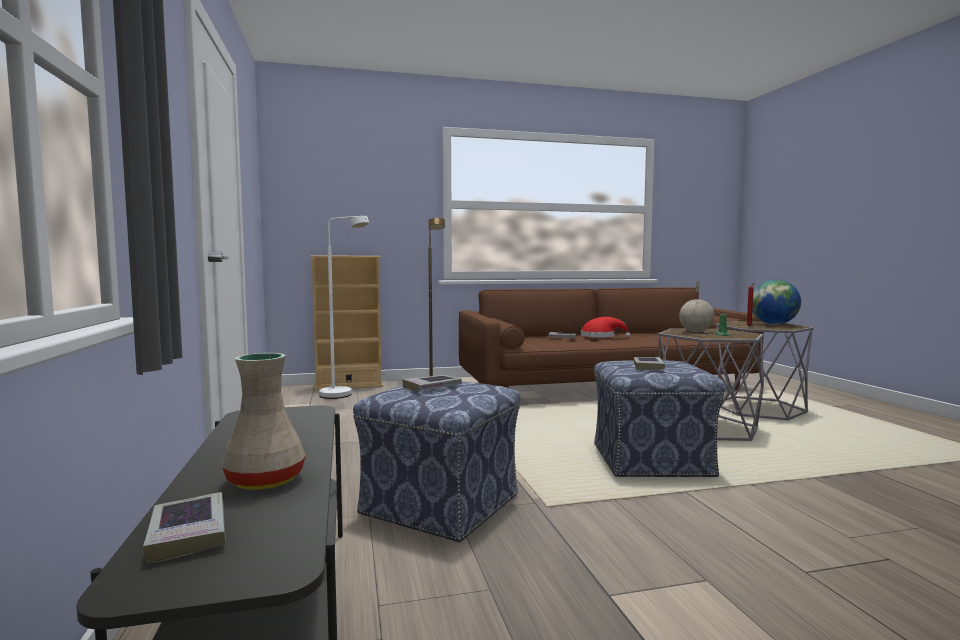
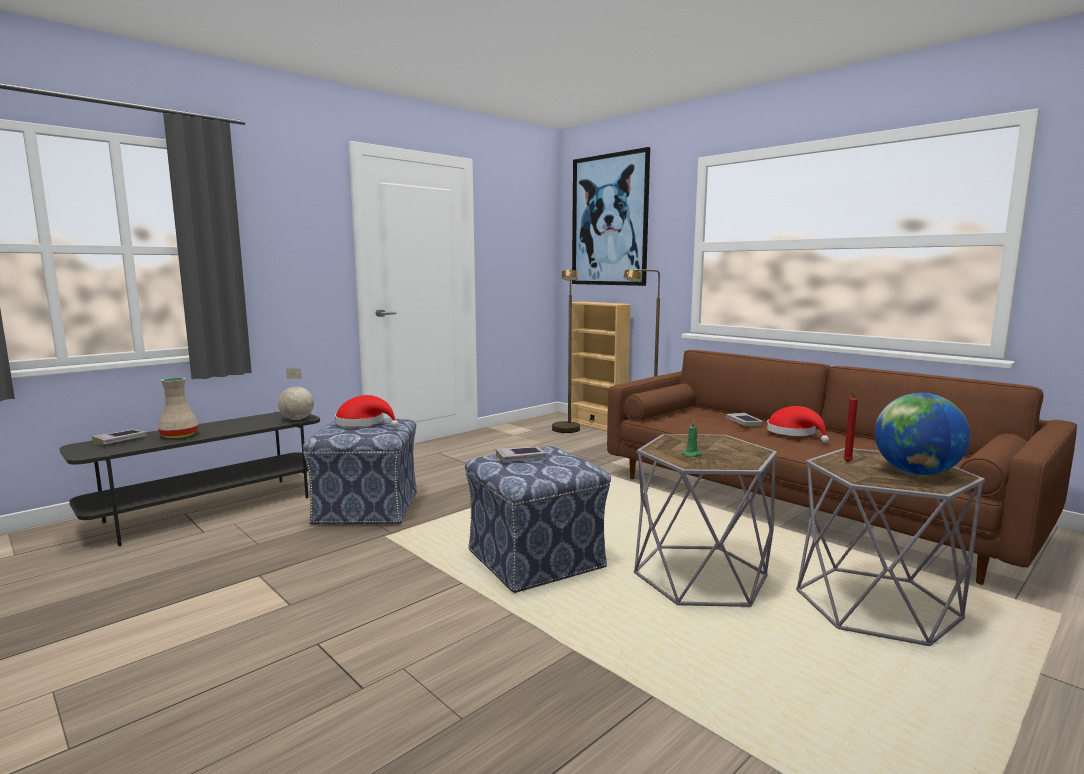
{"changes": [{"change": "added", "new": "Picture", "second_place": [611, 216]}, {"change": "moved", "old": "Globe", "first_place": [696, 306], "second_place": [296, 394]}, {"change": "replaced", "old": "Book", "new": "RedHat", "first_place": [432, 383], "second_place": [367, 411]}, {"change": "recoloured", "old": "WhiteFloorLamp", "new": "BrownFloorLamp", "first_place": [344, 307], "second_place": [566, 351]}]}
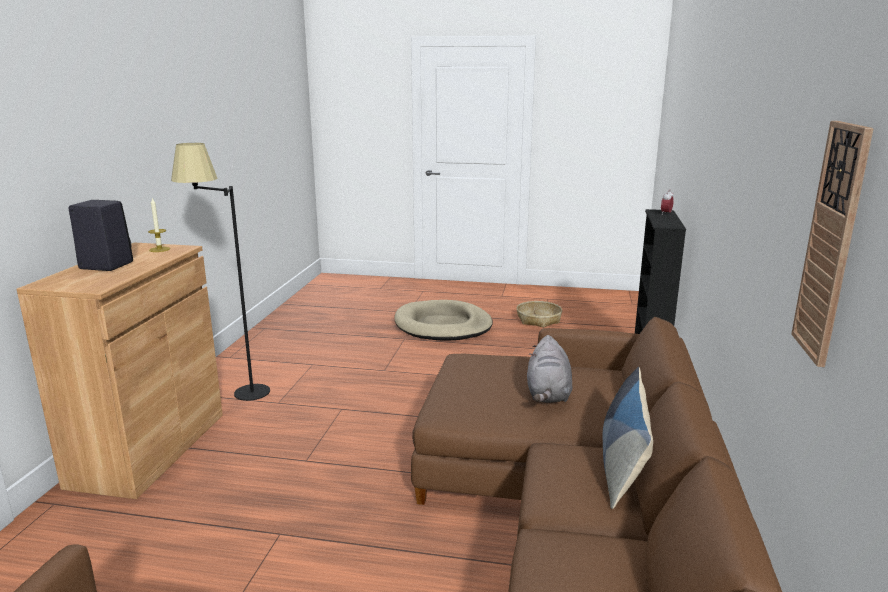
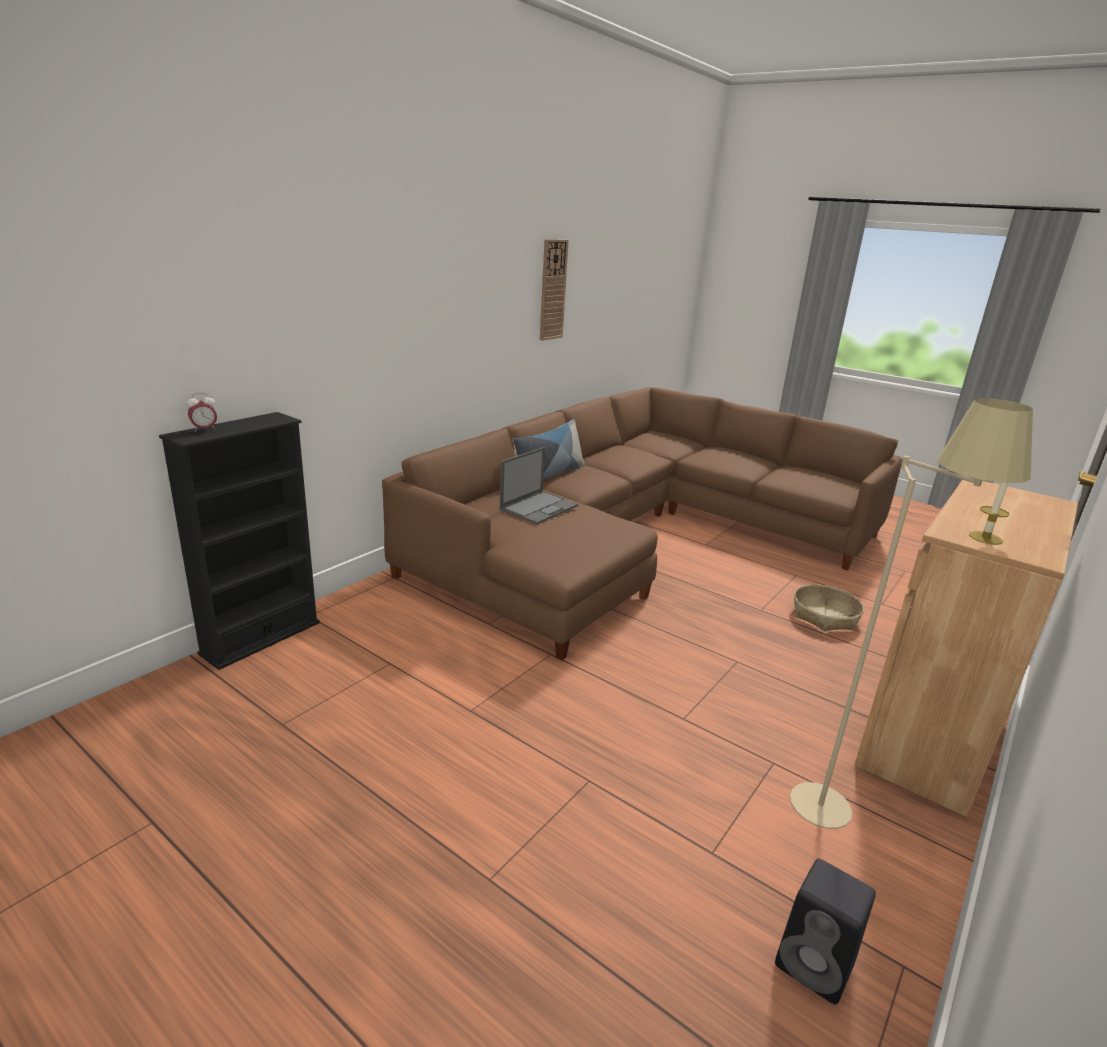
{"changes": [{"change": "removed", "old": "BeigeDogBed", "first_place": [444, 320]}, {"change": "moved", "old": "BlackSpeaker", "first_place": [101, 235], "second_place": [825, 932]}, {"change": "moved", "old": "Basket", "first_place": [539, 314], "second_place": [829, 608]}, {"change": "replaced", "old": "GreyPlushToy", "new": "Laptop", "first_place": [549, 369], "second_place": [539, 485]}, {"change": "recoloured", "old": "BlackFloorLamp", "new": "BeigeFloorLamp", "first_place": [220, 272], "second_place": [911, 613]}]}
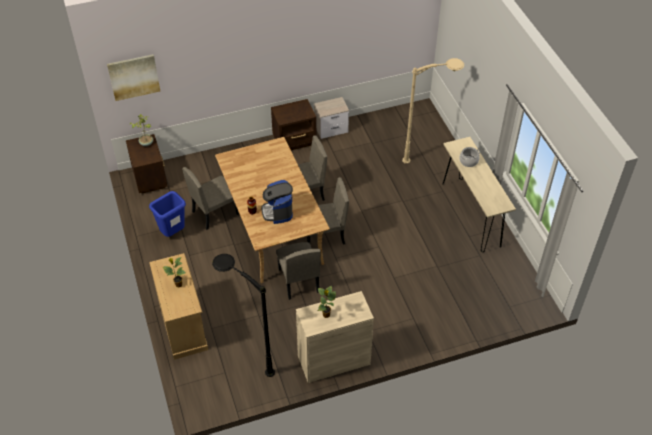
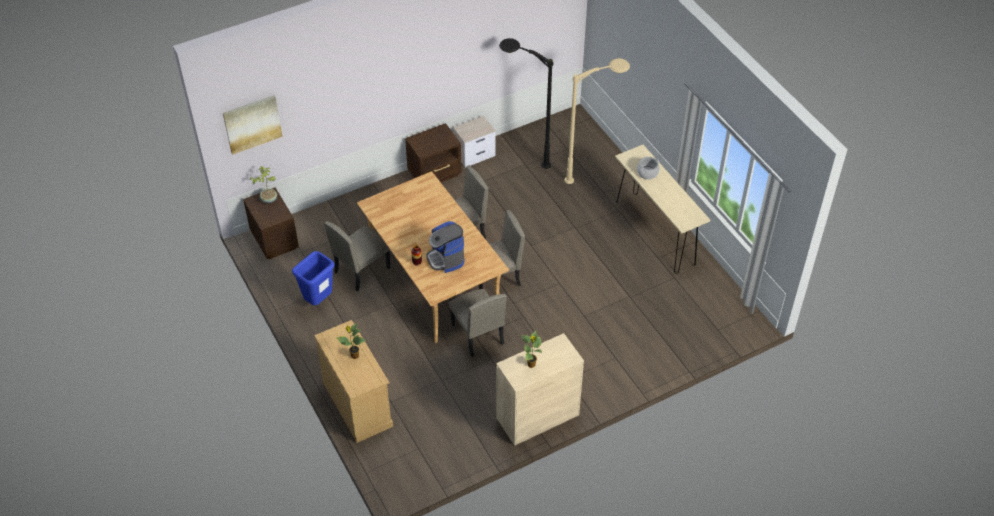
{"changes": [{"change": "moved", "old": "BlackFloorLamp", "first_place": [243, 315], "second_place": [526, 103]}]}
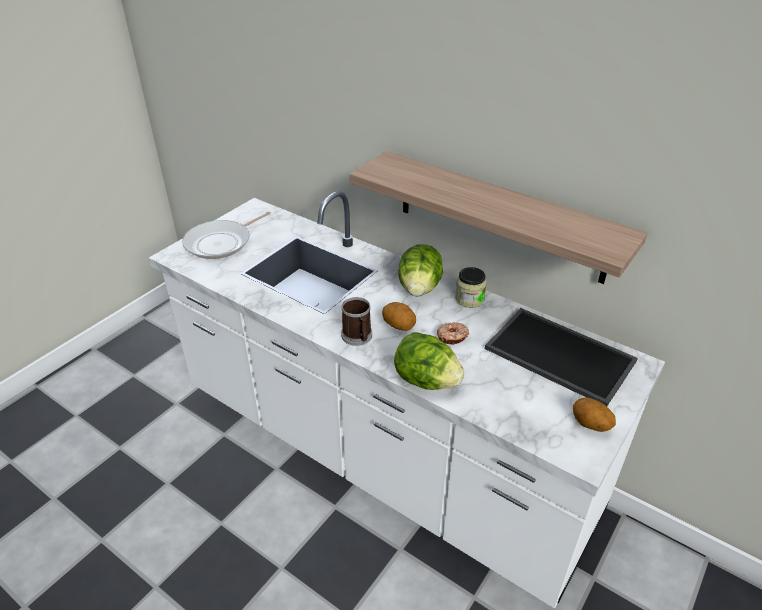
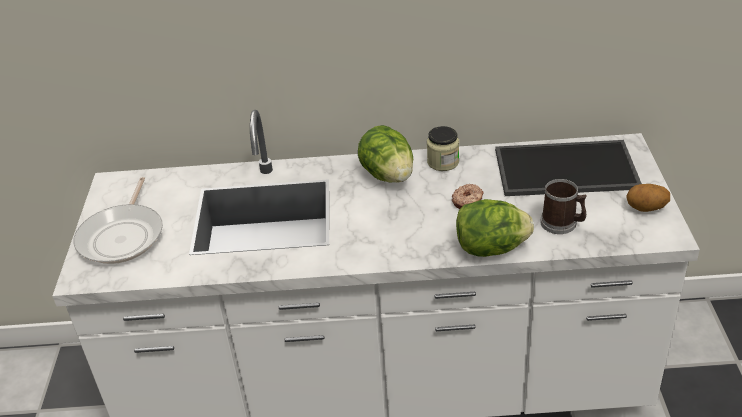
{"changes": [{"change": "removed", "old": "Shelf", "first_place": [499, 217]}, {"change": "removed", "old": "Potato", "first_place": [399, 316]}, {"change": "moved", "old": "Mug", "first_place": [356, 321], "second_place": [563, 206]}]}
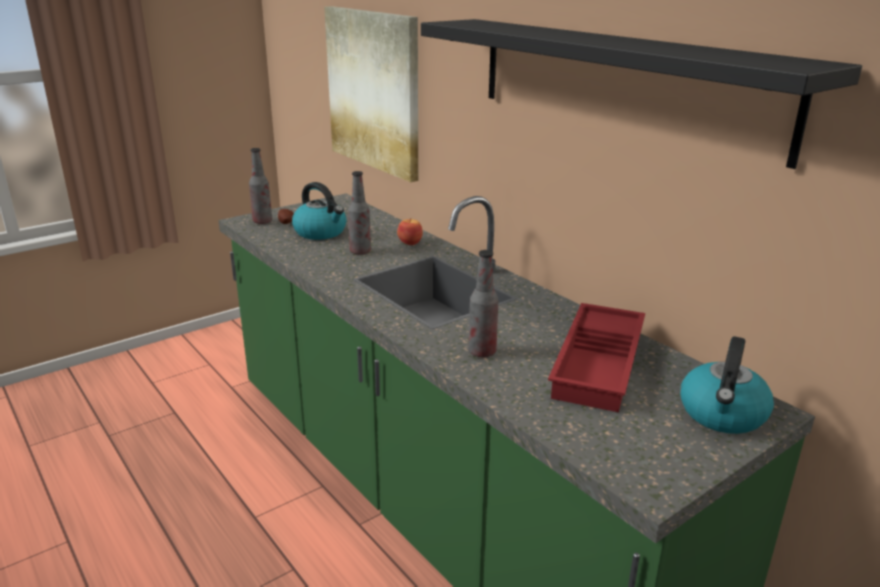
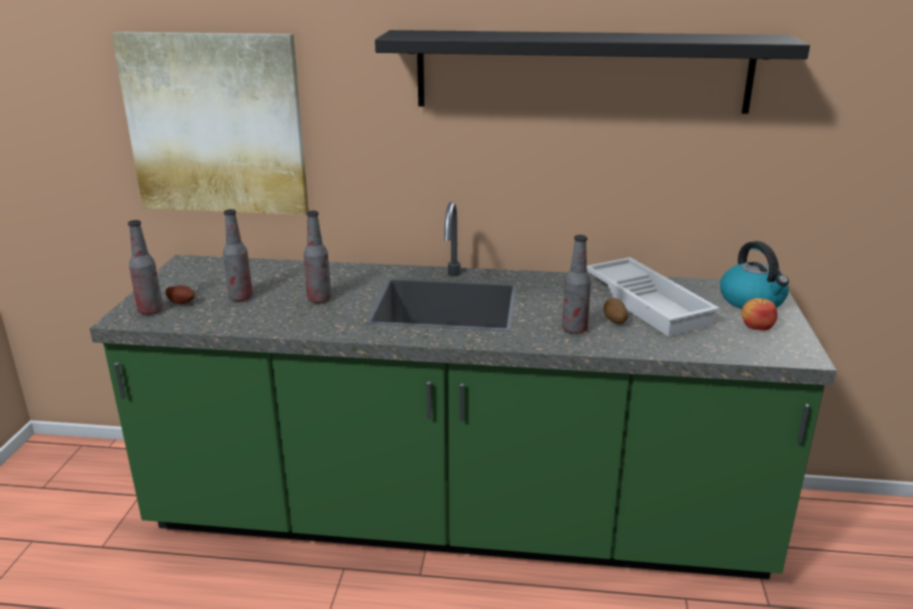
{"changes": [{"change": "added", "new": "Potato", "second_place": [615, 311]}, {"change": "moved", "old": "Apple", "first_place": [410, 231], "second_place": [759, 314]}, {"change": "replaced", "old": "Kettle", "new": "Bottle", "first_place": [319, 211], "second_place": [238, 255]}, {"change": "recoloured", "old": "RedTray", "new": "WhiteTray", "first_place": [596, 357], "second_place": [653, 297]}]}
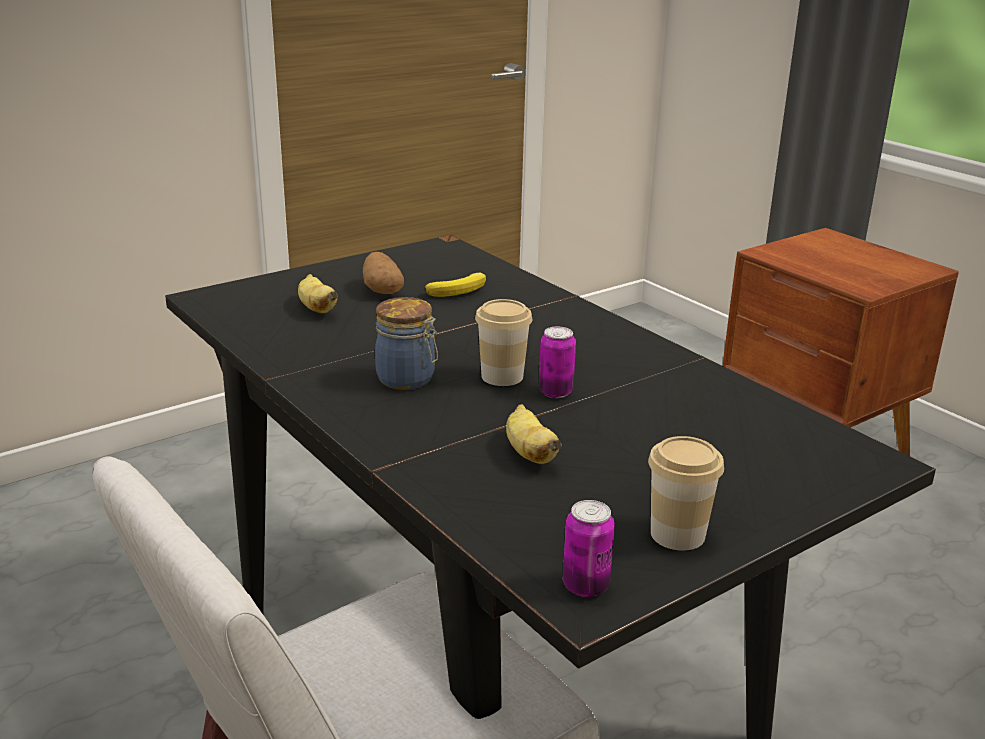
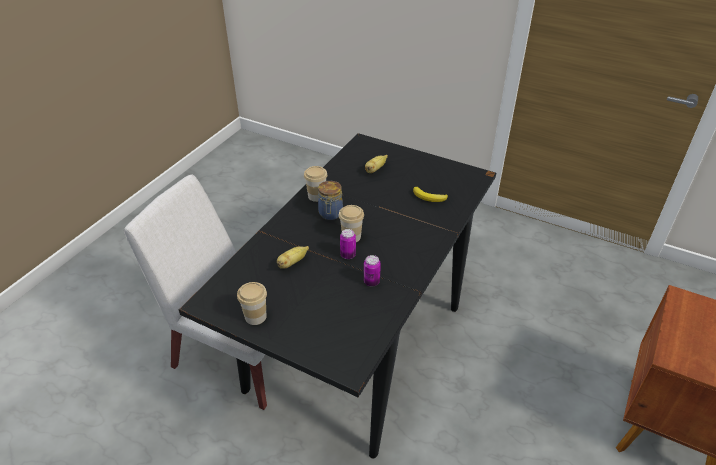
{"changes": [{"change": "removed", "old": "Potato", "first_place": [383, 273]}, {"change": "added", "new": "Cup", "second_place": [315, 184]}, {"change": "moved", "old": "Can", "first_place": [589, 548], "second_place": [372, 270]}]}
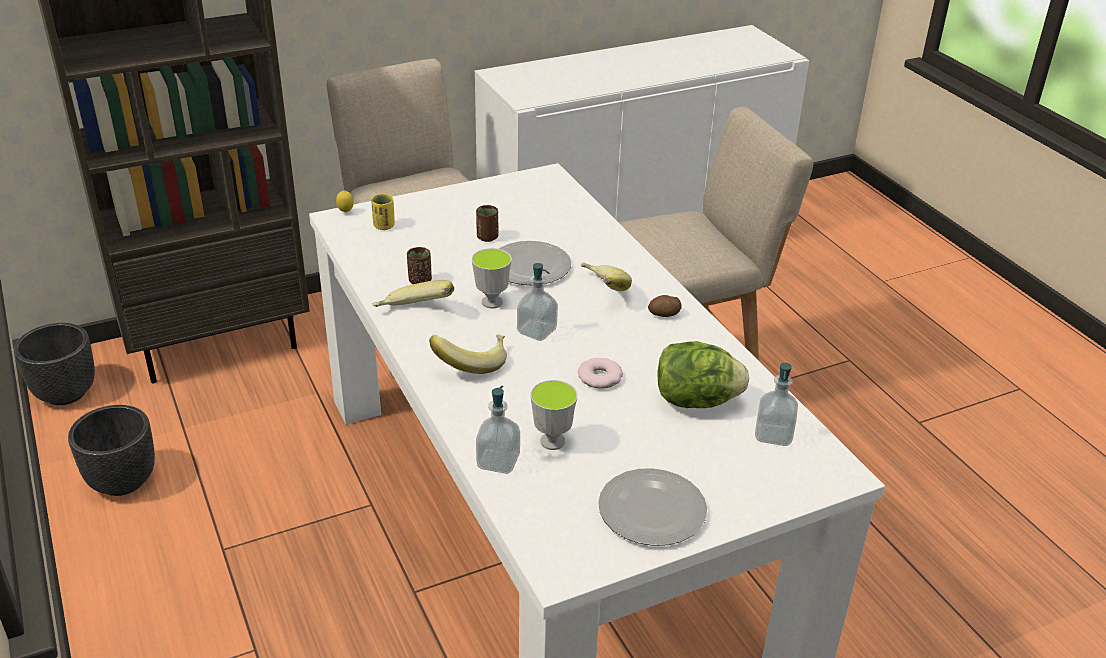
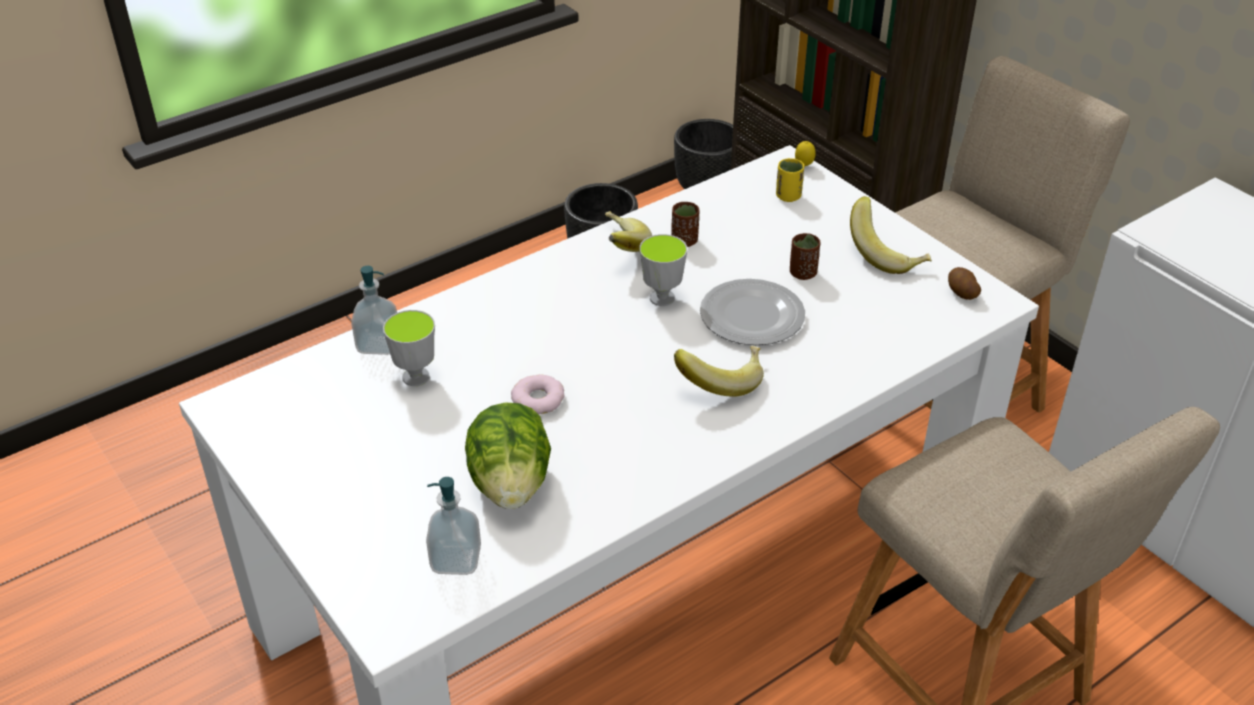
{"changes": [{"change": "removed", "old": "SoapDispenser", "first_place": [537, 302]}, {"change": "removed", "old": "Plate", "first_place": [652, 507]}, {"change": "moved", "old": "Banana", "first_place": [468, 354], "second_place": [891, 235]}, {"change": "moved", "old": "Potato", "first_place": [665, 306], "second_place": [964, 283]}]}
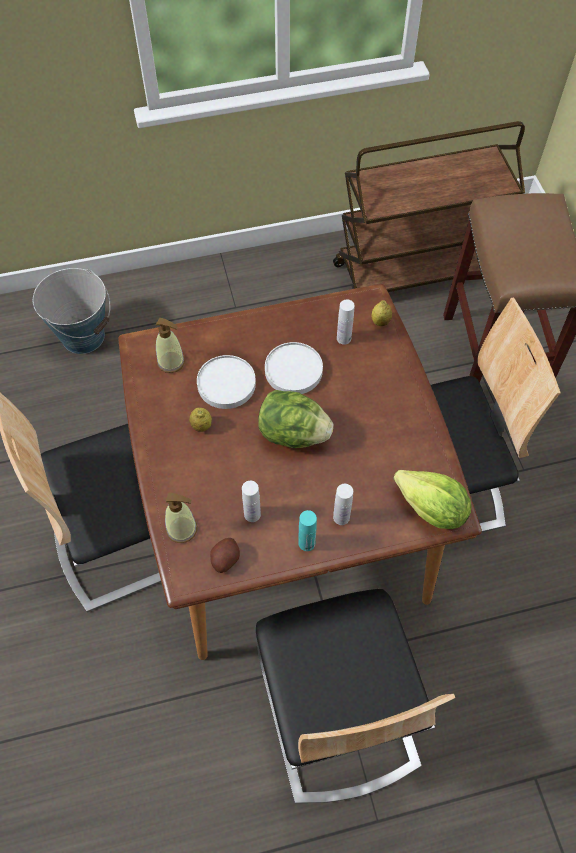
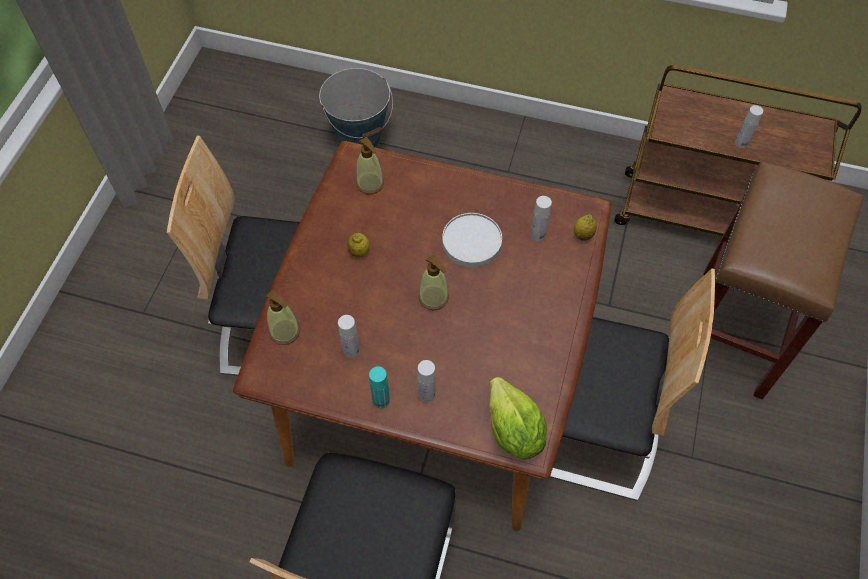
{"changes": [{"change": "removed", "old": "WhitePlate", "first_place": [226, 382]}, {"change": "removed", "old": "Potato", "first_place": [225, 555]}, {"change": "added", "new": "WhiteBottle", "second_place": [749, 126]}, {"change": "replaced", "old": "Lettuce", "new": "SoapDispenser", "first_place": [295, 419], "second_place": [433, 282]}]}
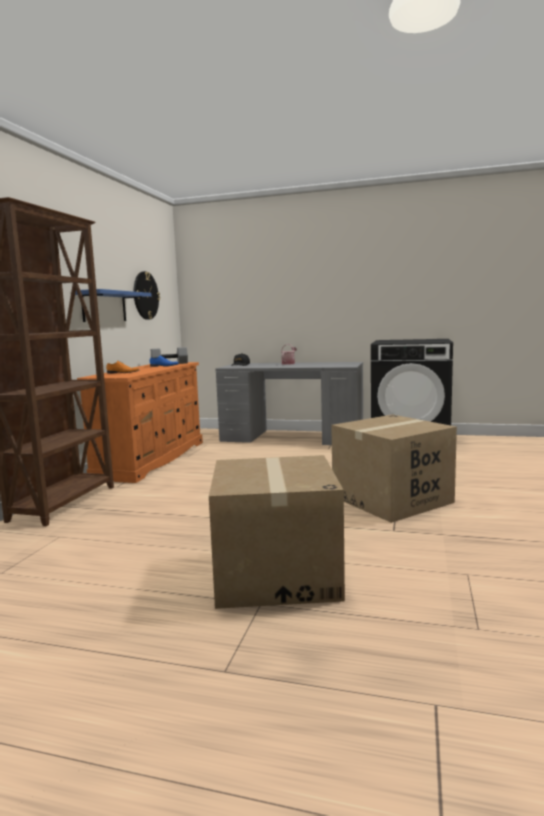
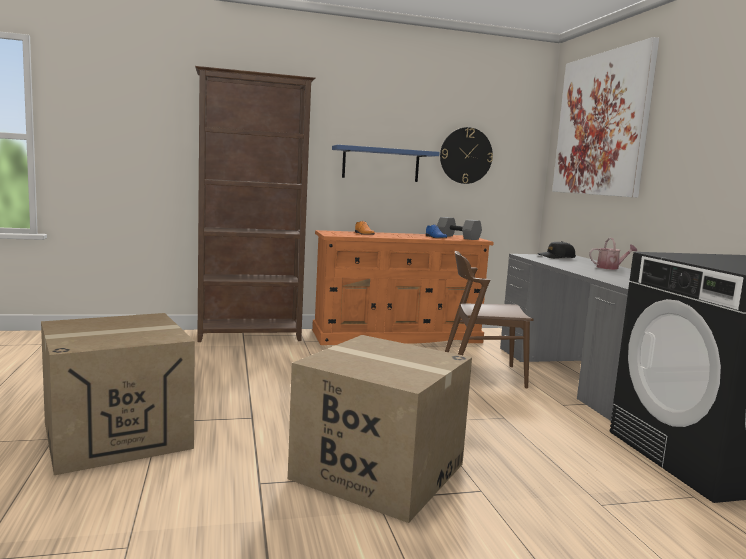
{"changes": [{"change": "added", "new": "BrownChair", "second_place": [489, 319]}, {"change": "added", "new": "Picture", "second_place": [605, 117]}]}
